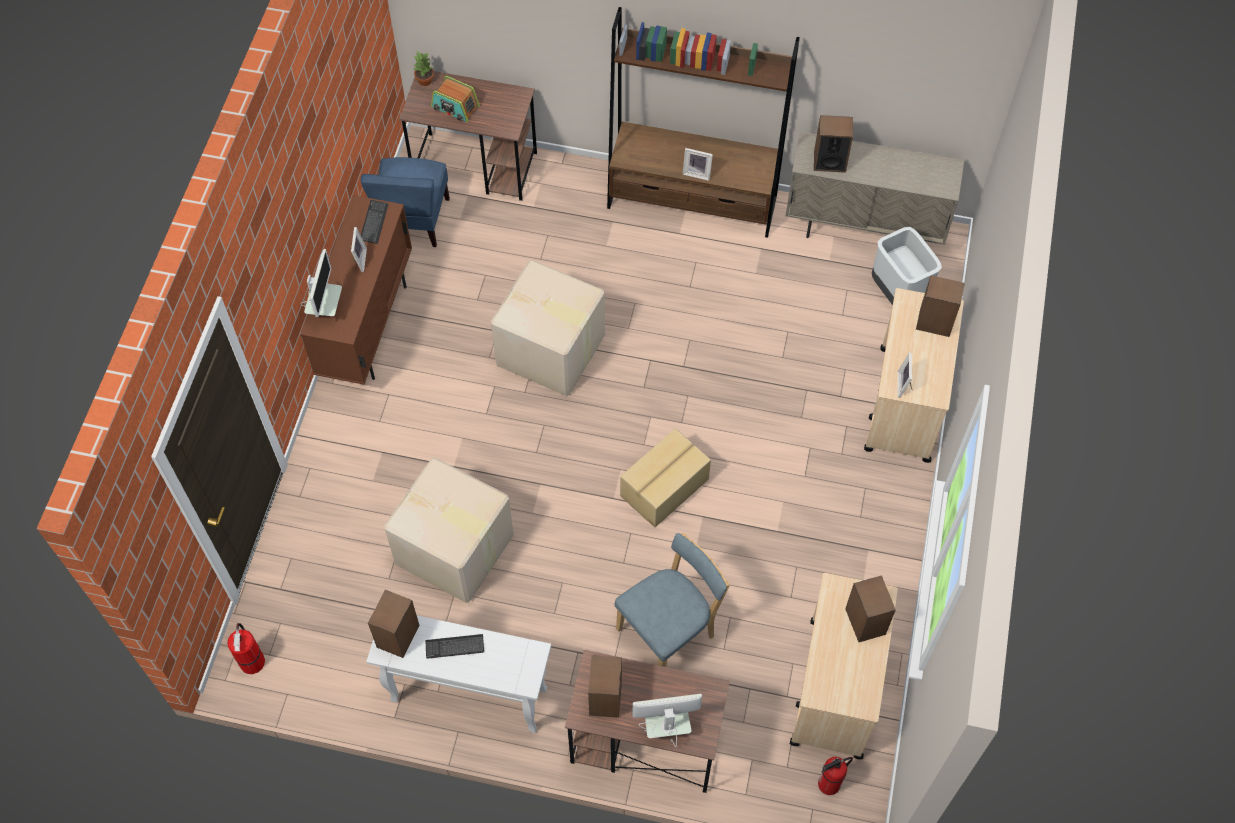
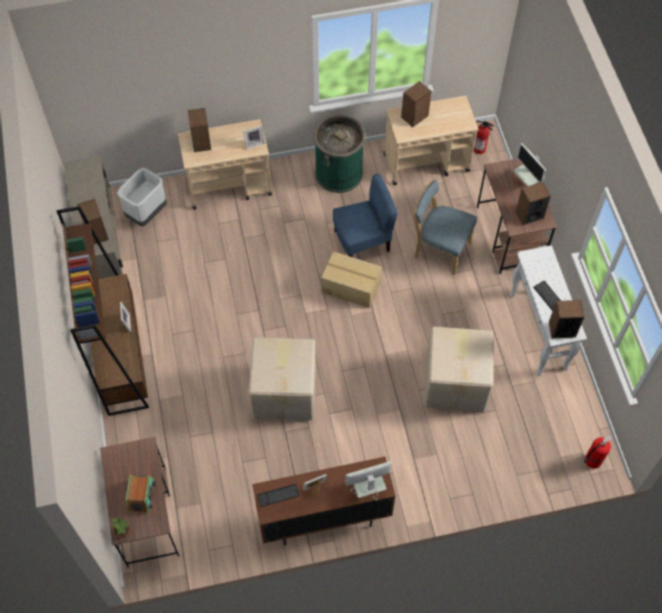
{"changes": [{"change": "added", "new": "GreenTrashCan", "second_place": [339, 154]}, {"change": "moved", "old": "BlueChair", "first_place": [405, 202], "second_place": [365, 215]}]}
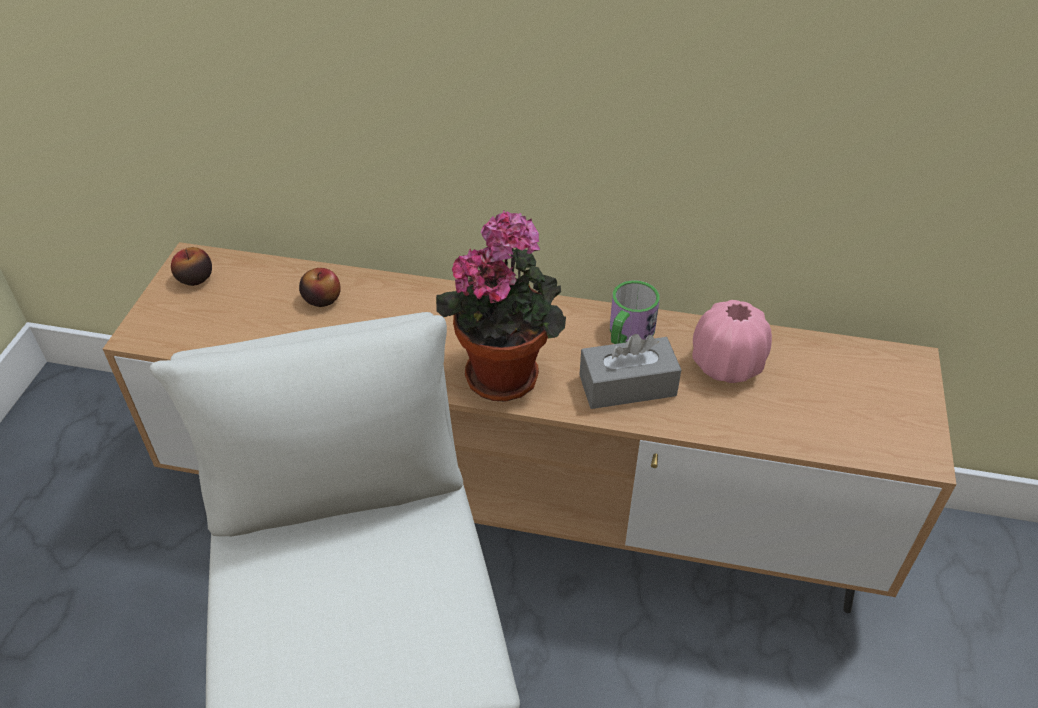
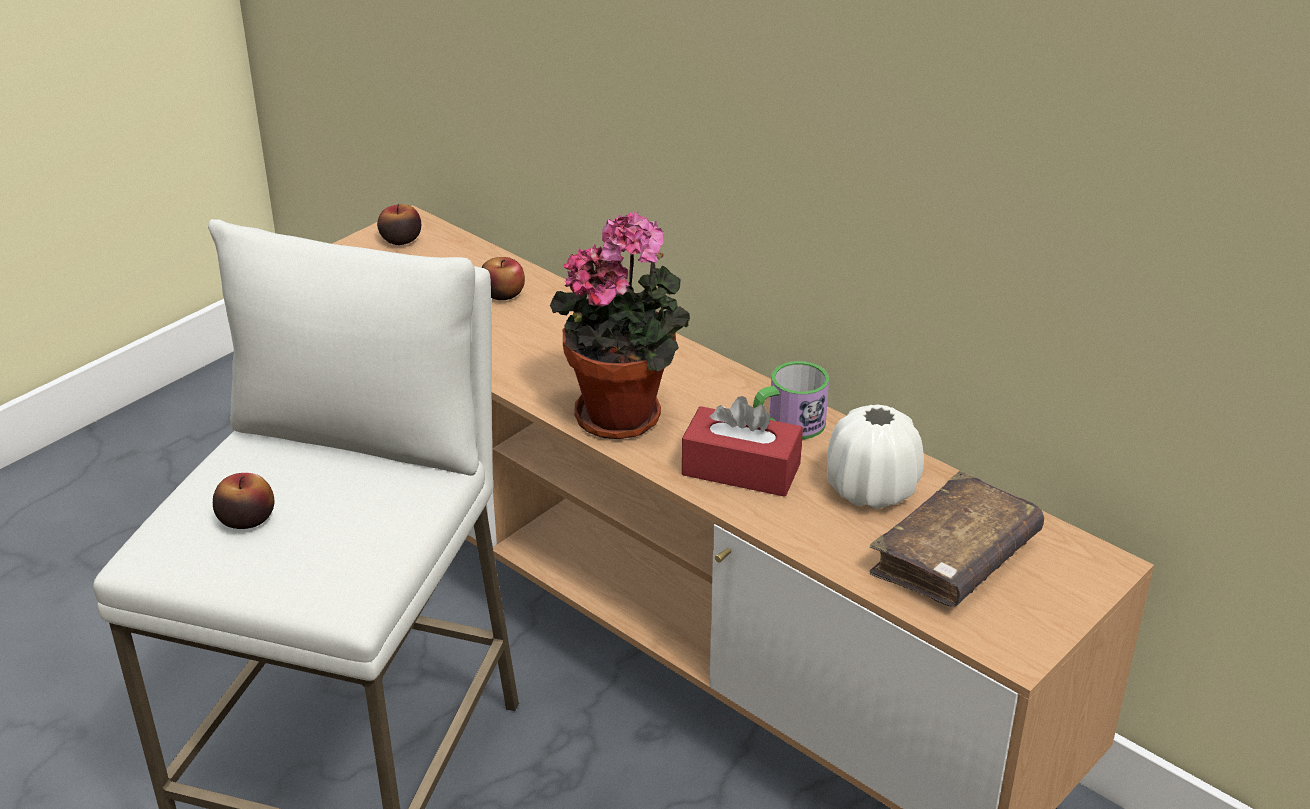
{"changes": [{"change": "added", "new": "Apple", "second_place": [243, 501]}, {"change": "added", "new": "BrownBook", "second_place": [957, 539]}, {"change": "recoloured", "old": "GreyTissueBox", "new": "RedTissueBox", "first_place": [630, 371], "second_place": [742, 446]}, {"change": "recoloured", "old": "PinkVase", "new": "WhiteVase", "first_place": [732, 341], "second_place": [875, 457]}]}
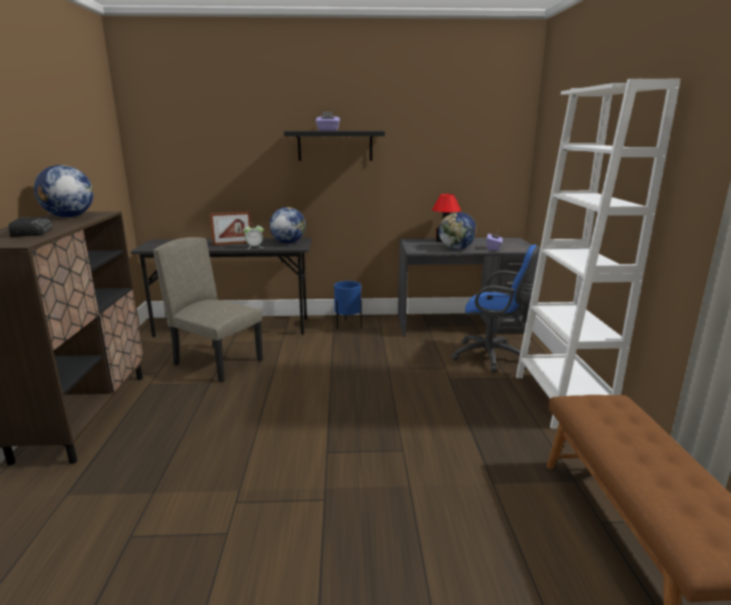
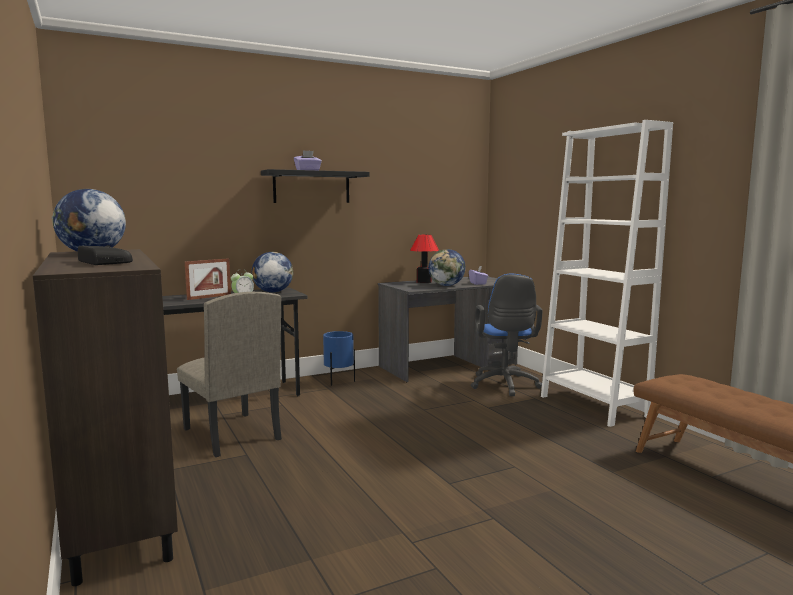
{"changes": [{"change": "turned", "old": "BeigeChair", "first_place": [208, 309], "second_place": [229, 374], "degrees": -135}, {"change": "turned", "old": "BlueOfficeChair", "first_place": [495, 309], "second_place": [507, 335], "degrees": 90}]}
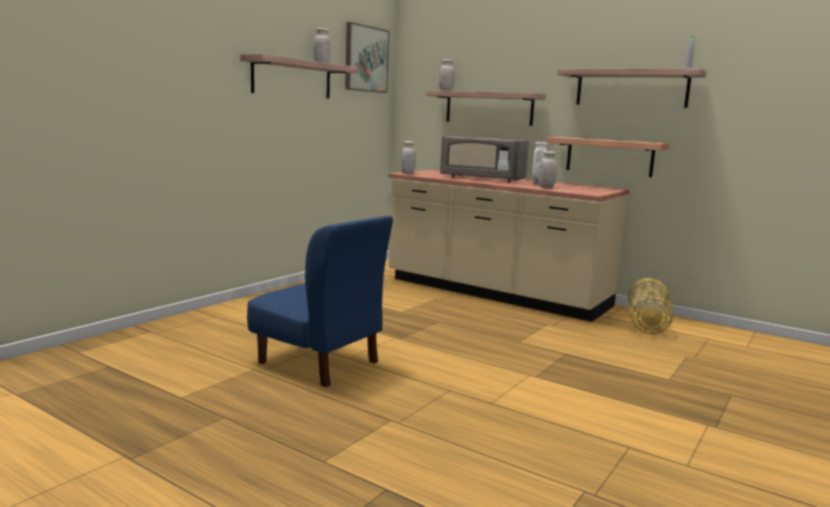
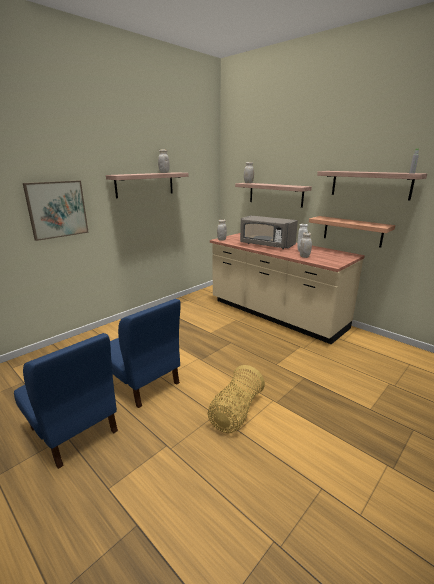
{"changes": [{"change": "added", "new": "BlueChair", "second_place": [66, 401]}, {"change": "moved", "old": "Picture", "first_place": [367, 57], "second_place": [56, 211]}, {"change": "moved", "old": "Basket", "first_place": [651, 306], "second_place": [236, 399]}]}
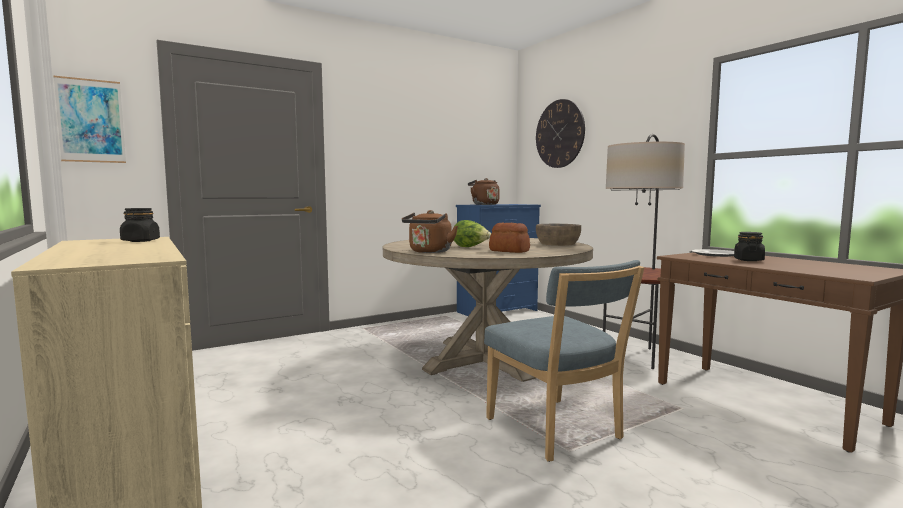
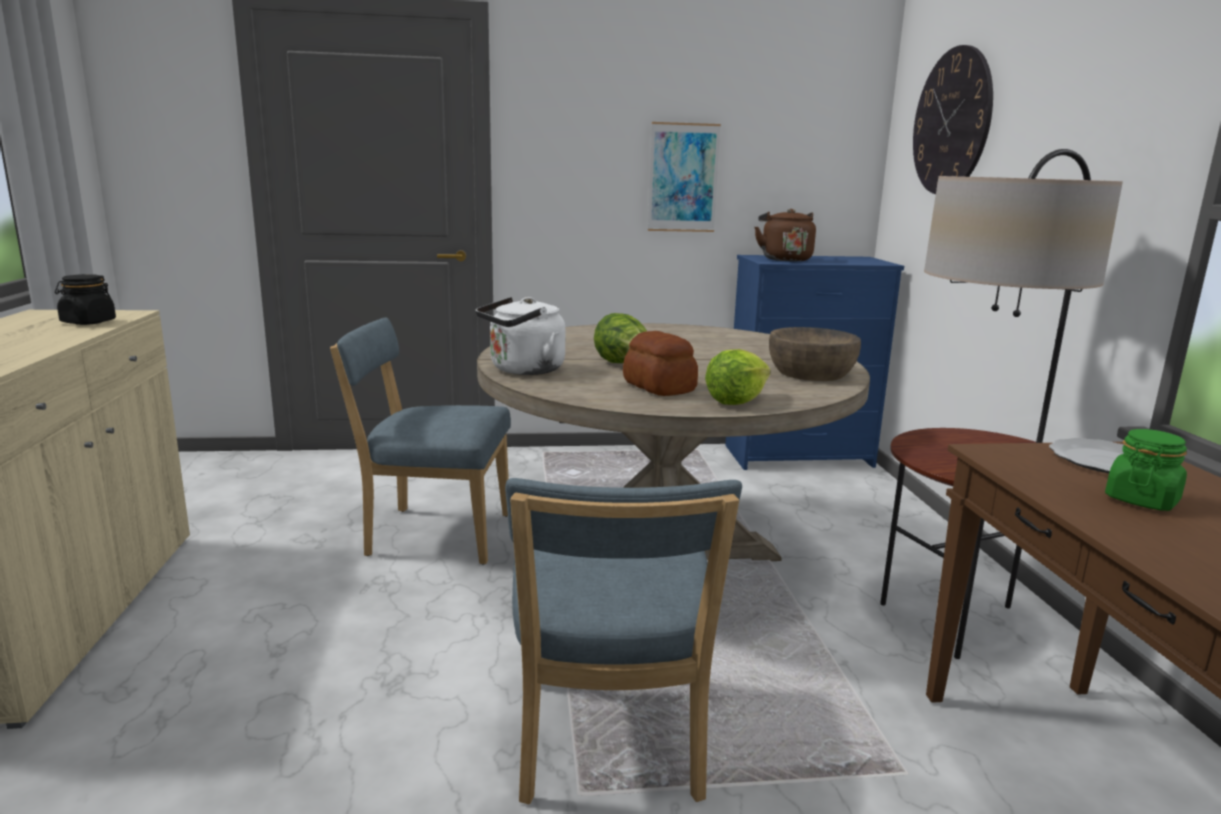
{"changes": [{"change": "added", "new": "BlueChair", "second_place": [420, 441]}, {"change": "added", "new": "Lettuce", "second_place": [738, 377]}, {"change": "moved", "old": "Picture", "first_place": [89, 119], "second_place": [684, 177]}, {"change": "recoloured", "old": "BrownKettle", "new": "WhiteKettle", "first_place": [430, 231], "second_place": [521, 336]}, {"change": "recoloured", "old": "BlackJar", "new": "GreenJar", "first_place": [749, 246], "second_place": [1146, 470]}]}
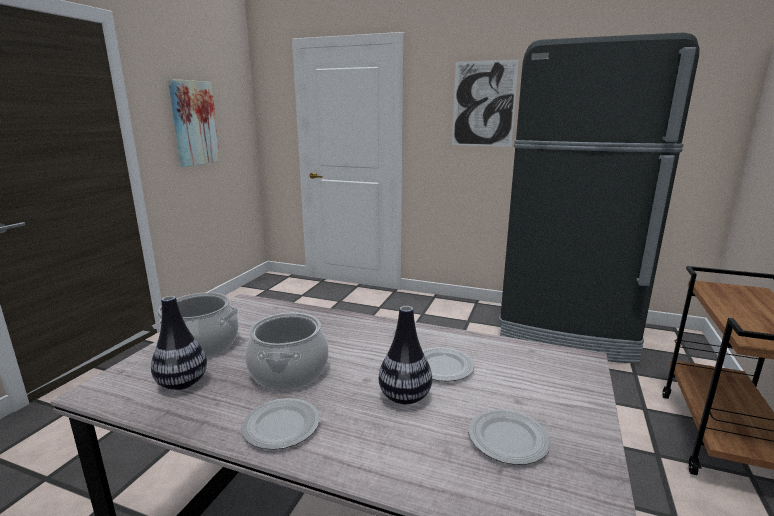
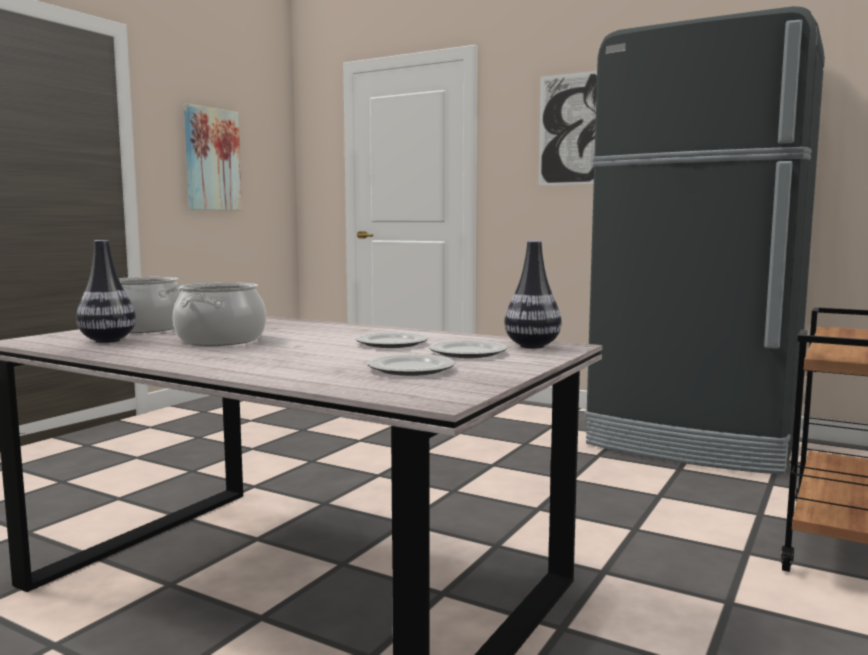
{"changes": [{"change": "moved", "old": "Plate", "first_place": [280, 424], "second_place": [468, 349]}, {"change": "moved", "old": "Vase", "first_place": [405, 355], "second_place": [533, 294]}]}
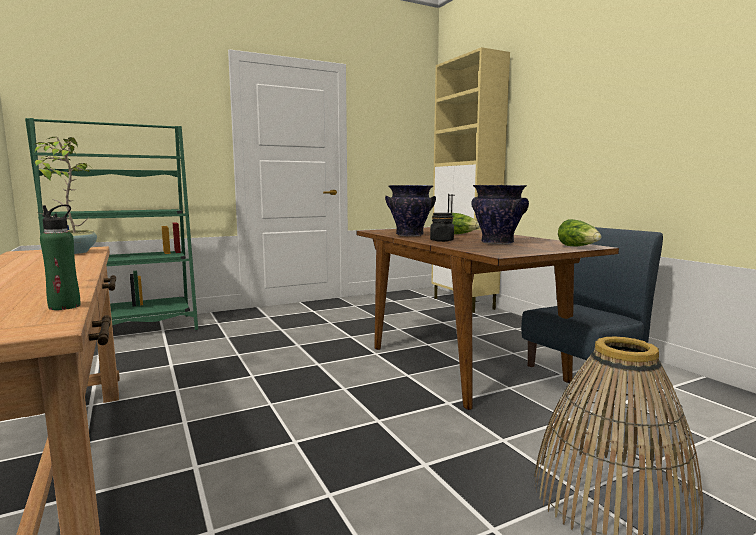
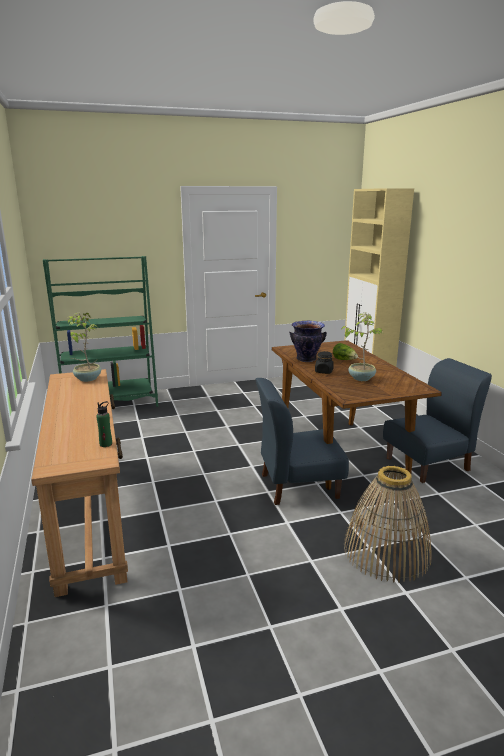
{"changes": [{"change": "removed", "old": "Lettuce", "first_place": [579, 233]}, {"change": "added", "new": "BlueChair", "second_place": [302, 441]}, {"change": "replaced", "old": "Vase", "new": "PottedPlant", "first_place": [500, 214], "second_place": [362, 347]}]}
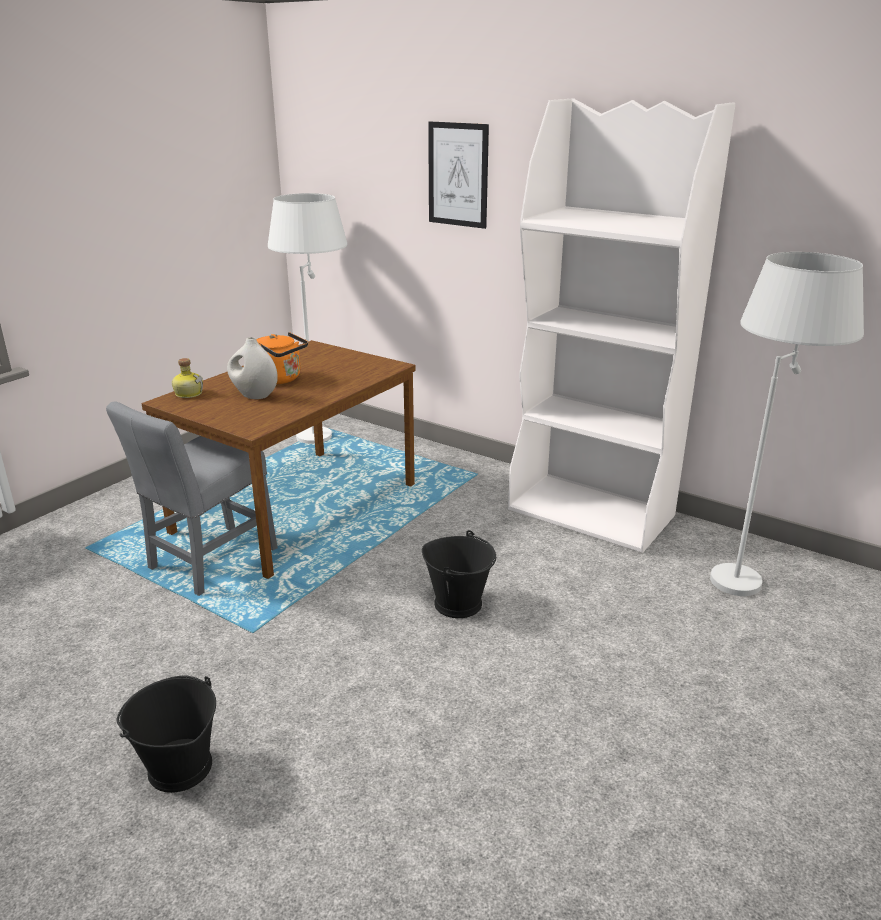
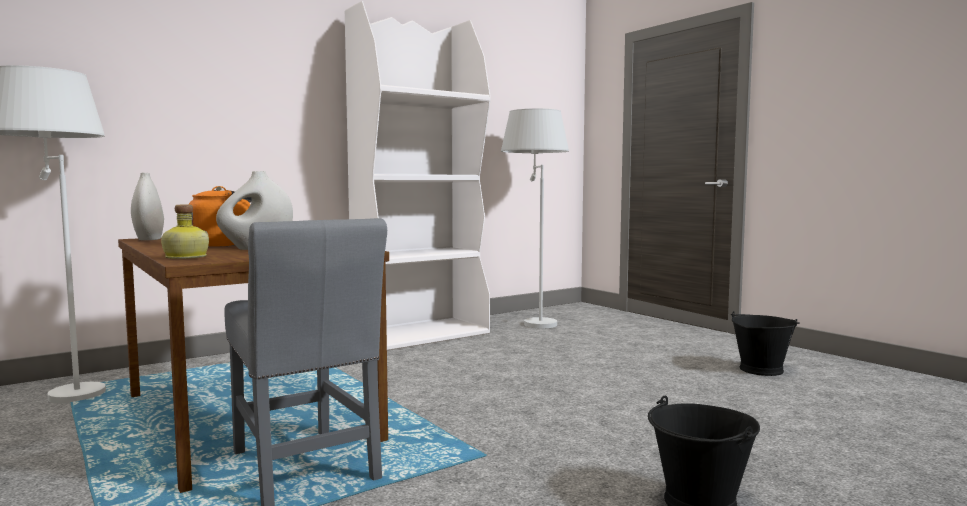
{"changes": [{"change": "removed", "old": "Picture", "first_place": [458, 175]}, {"change": "added", "new": "WhiteVase", "second_place": [147, 206]}, {"change": "moved", "old": "BlackBucket", "first_place": [459, 574], "second_place": [765, 343]}]}
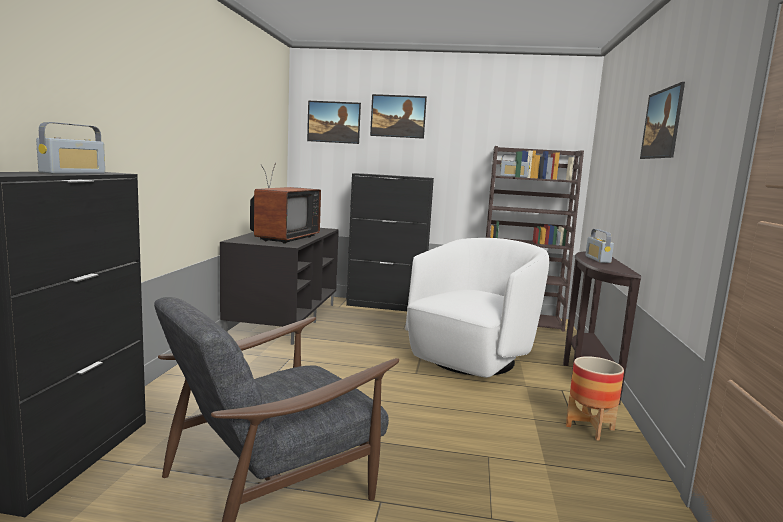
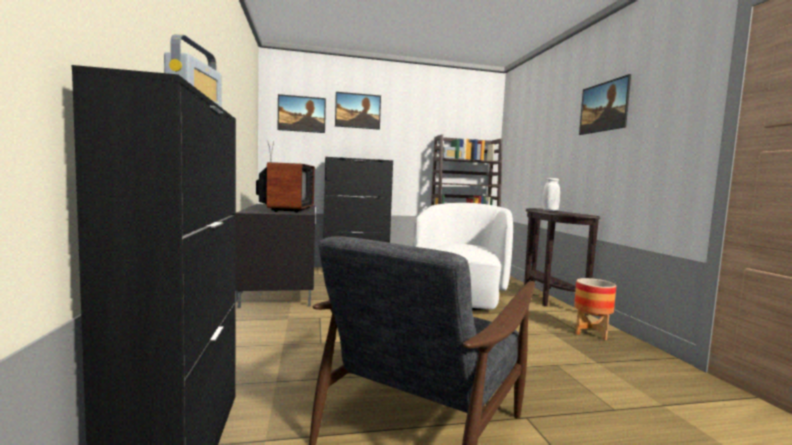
{"changes": [{"change": "replaced", "old": "Radio", "new": "WhiteVase", "first_place": [599, 246], "second_place": [551, 194]}]}
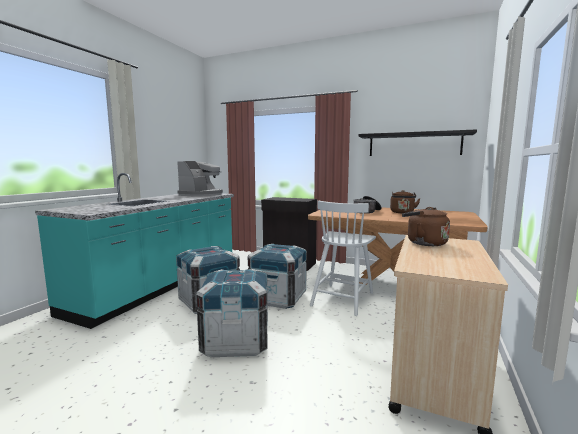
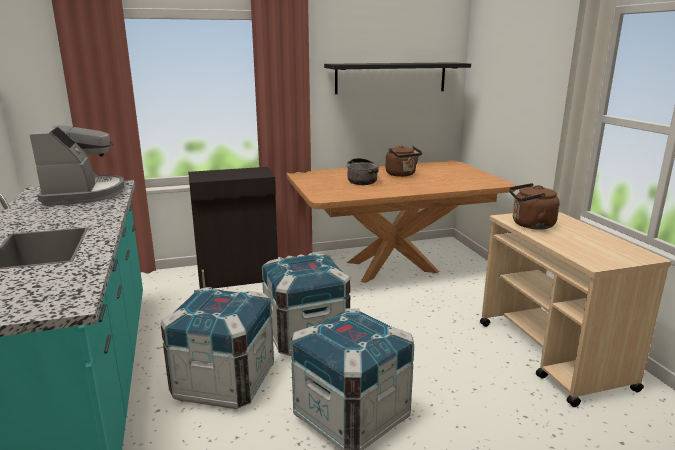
{"changes": [{"change": "removed", "old": "WhiteChair", "first_place": [343, 258]}]}
